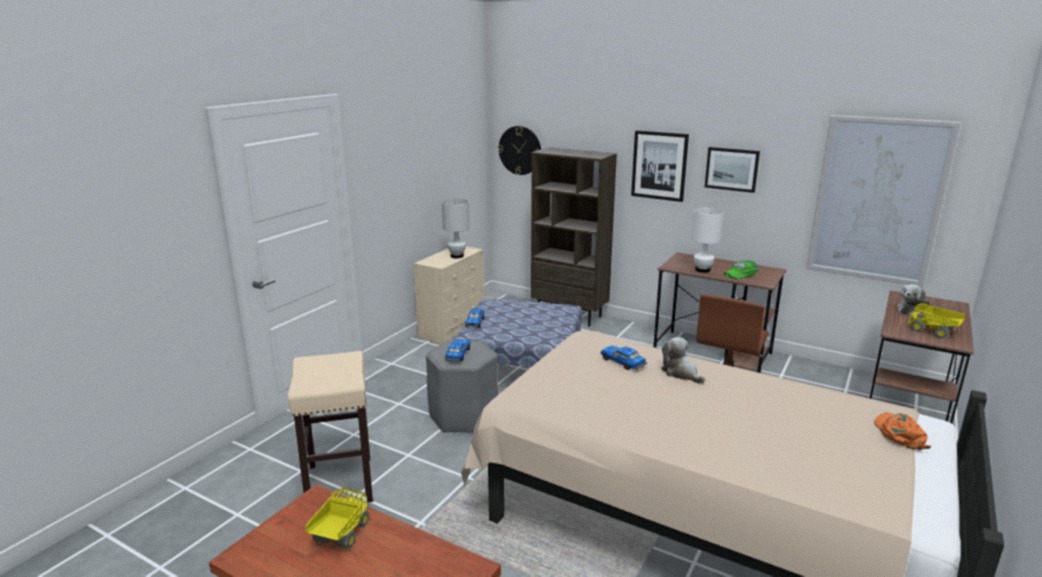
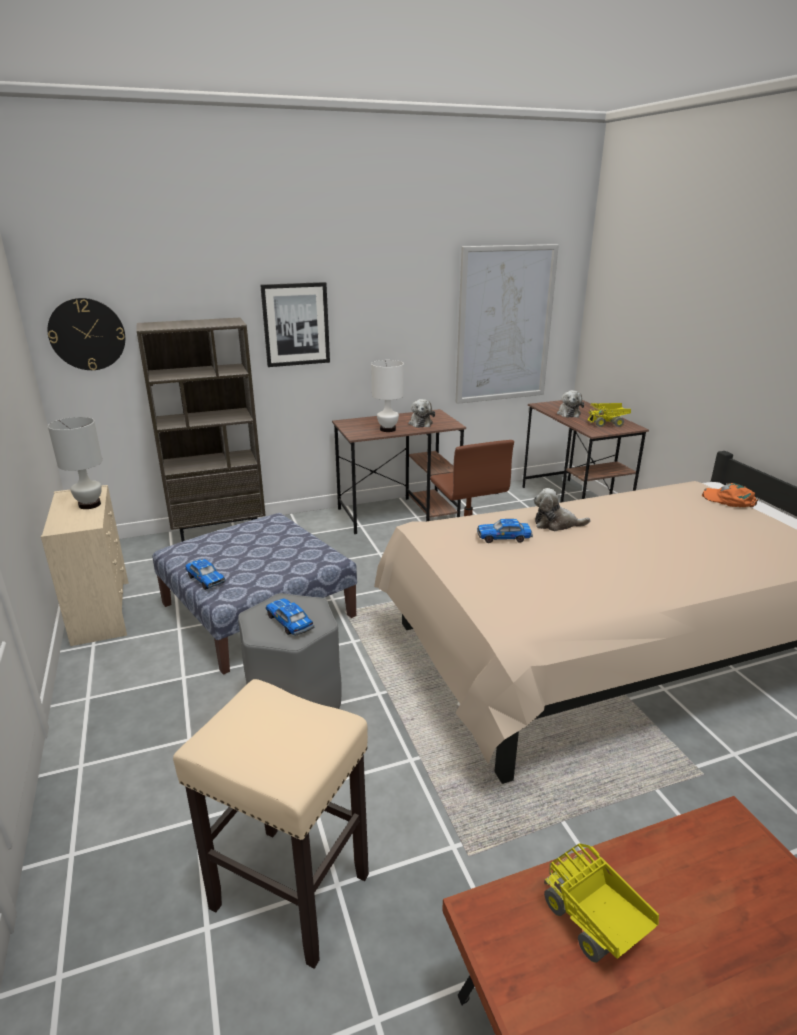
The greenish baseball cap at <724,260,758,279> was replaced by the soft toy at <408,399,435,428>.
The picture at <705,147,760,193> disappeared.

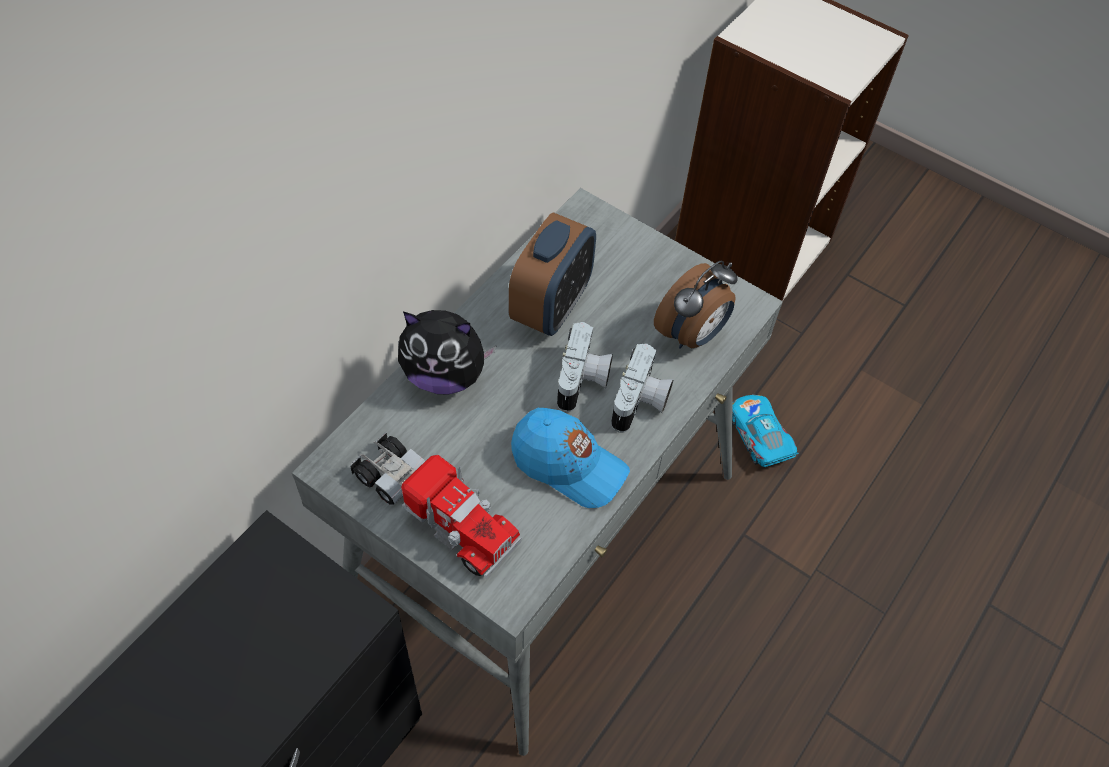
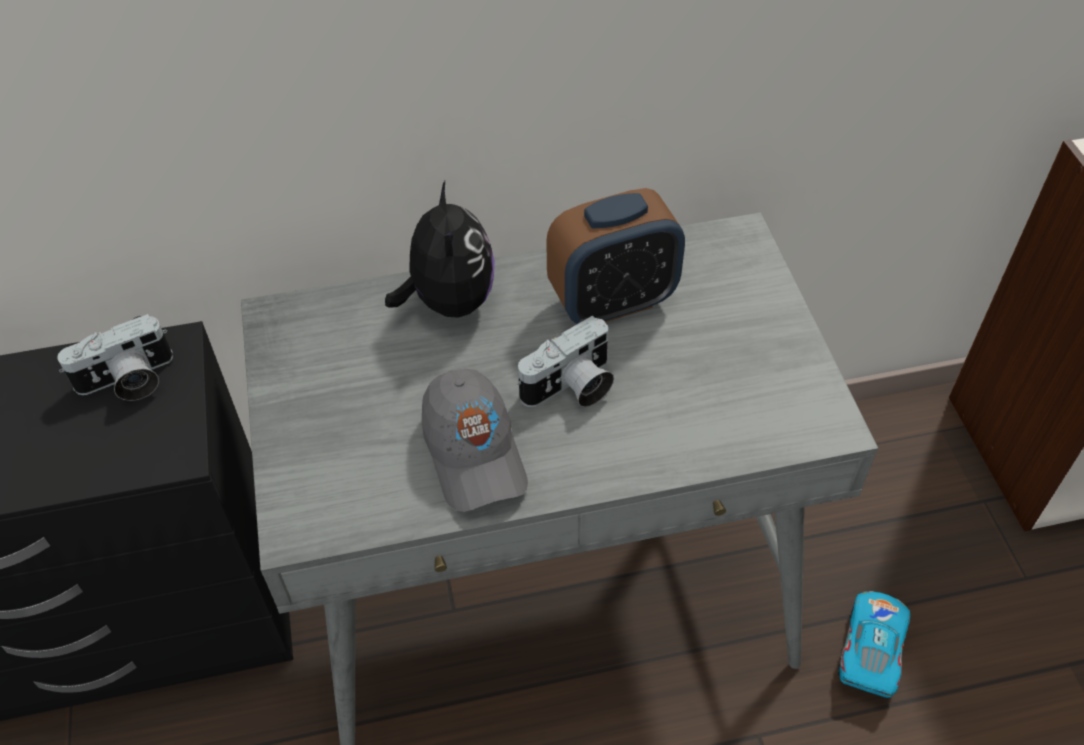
The still camera moved from <611,343,673,433> to <57,314,173,401>.
The soft toy at <398,310,497,395> turned 150 degrees counterclockwise.
The blue baseball cap at <511,408,630,508> became the greyish baseball cap at <422,369,528,512>.
The toy truck at <349,431,522,579> disappeared.
The table clock at <654,260,738,349> disappeared.

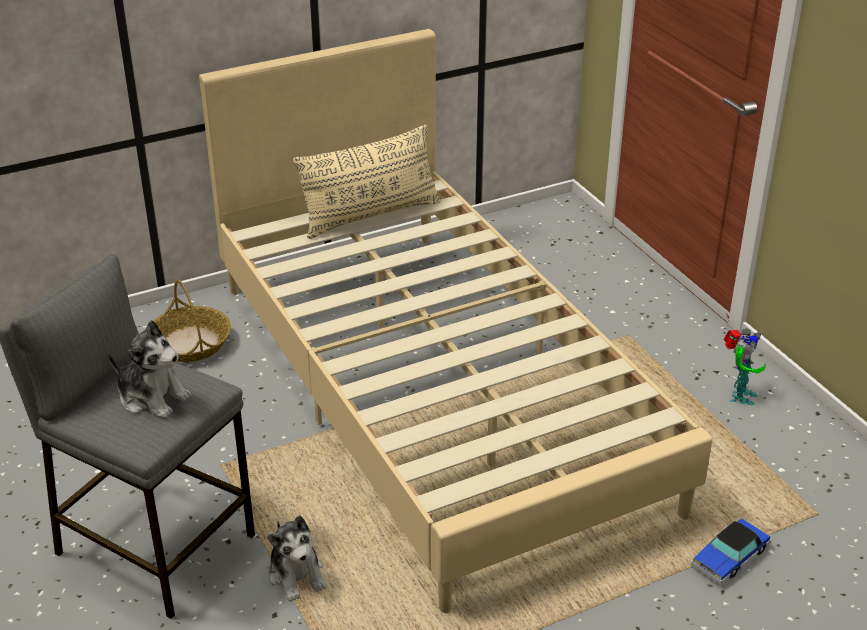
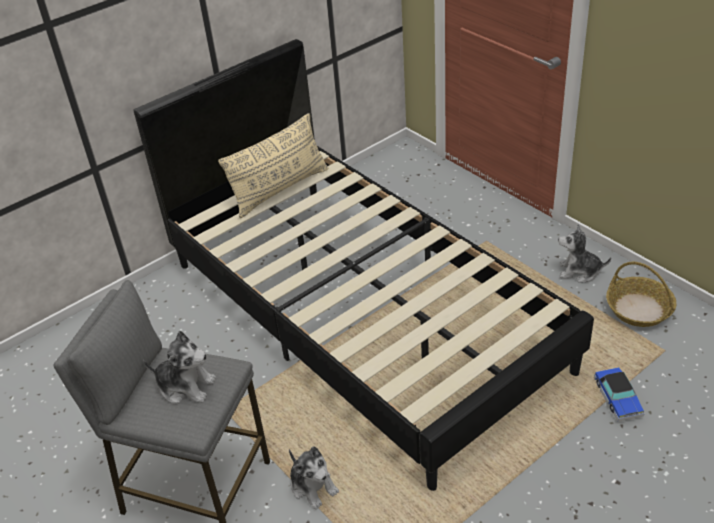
The sand-coloured bed at <199,29,712,613> became the black-coloured bed at <134,39,594,491>.
The toy robot at <724,328,766,406> was replaced by the soft toy at <558,224,611,283>.
The toy car at <691,519,771,586> turned 45 degrees counterclockwise.
The household basket moved from <154,280,231,362> to <606,262,677,327>.

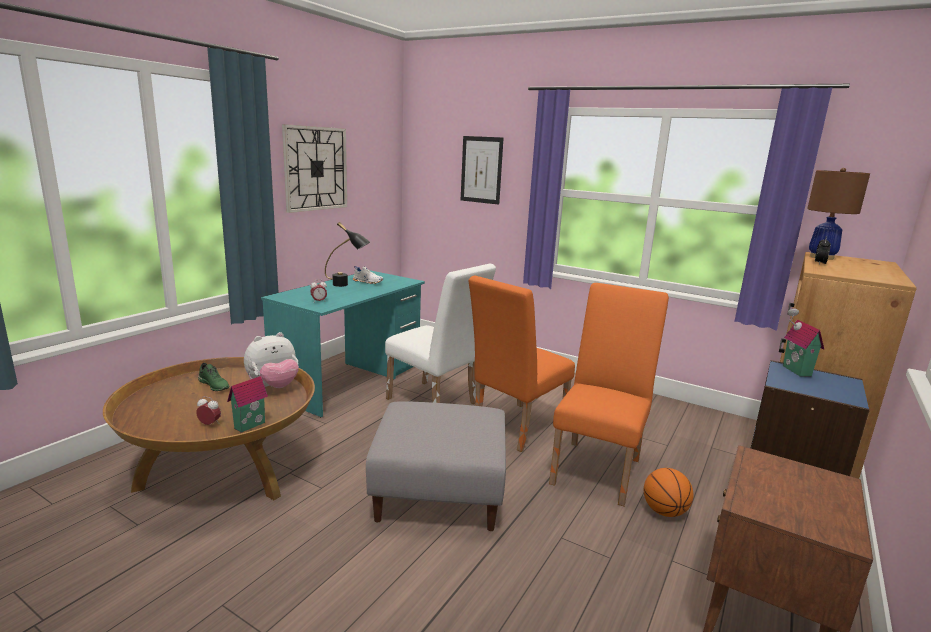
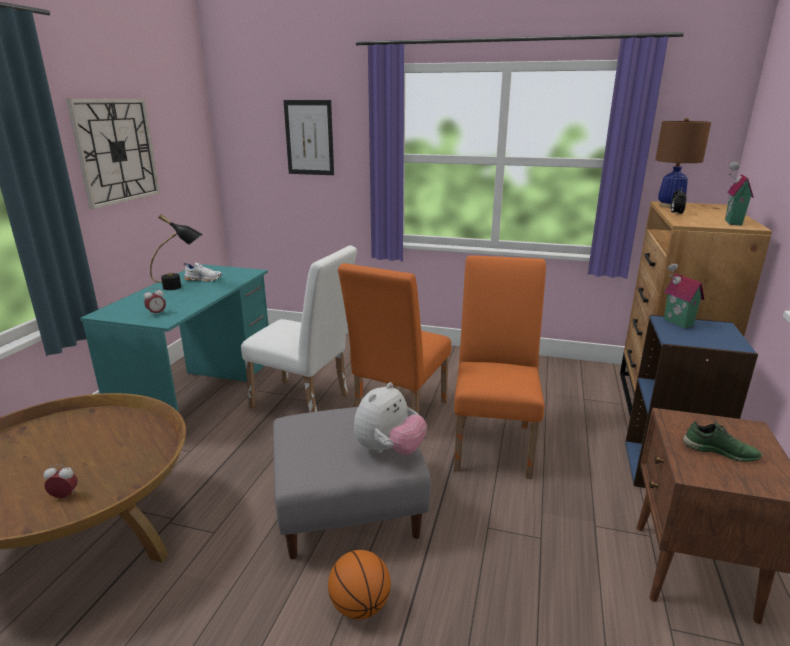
The basketball moved from <644,468,694,517> to <328,550,391,619>.
The soft toy moved from <244,332,299,388> to <354,382,427,455>.
The greenish shoe moved from <198,363,229,391> to <683,421,762,462>.
The model house moved from <227,363,268,433> to <725,162,754,226>.

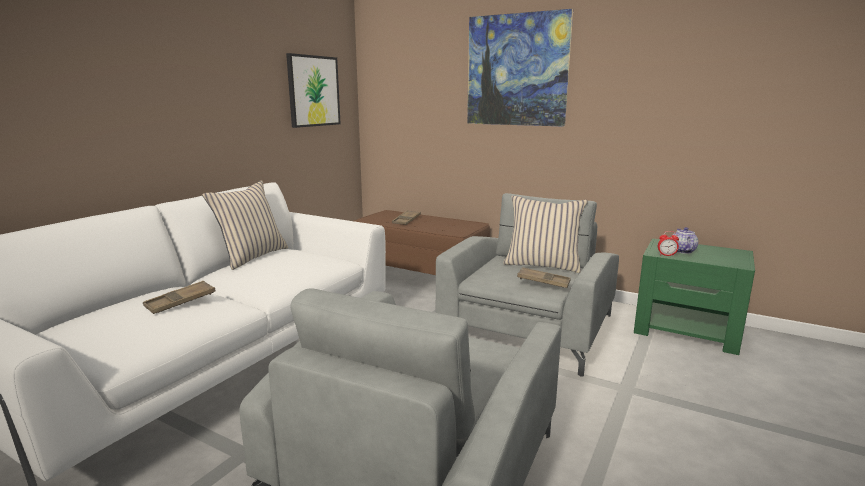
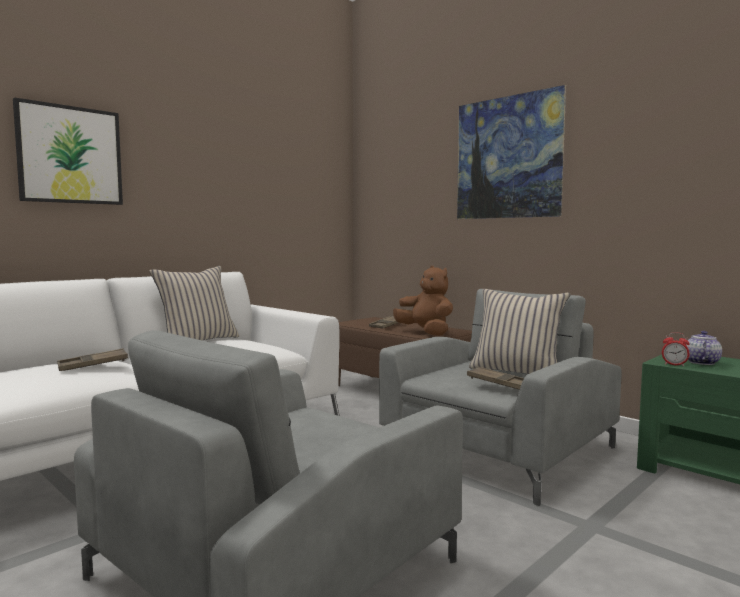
The picture moved from <286,53,341,128> to <13,97,123,205>.
The brown-coloured soft toy at <393,266,453,336> appeared.

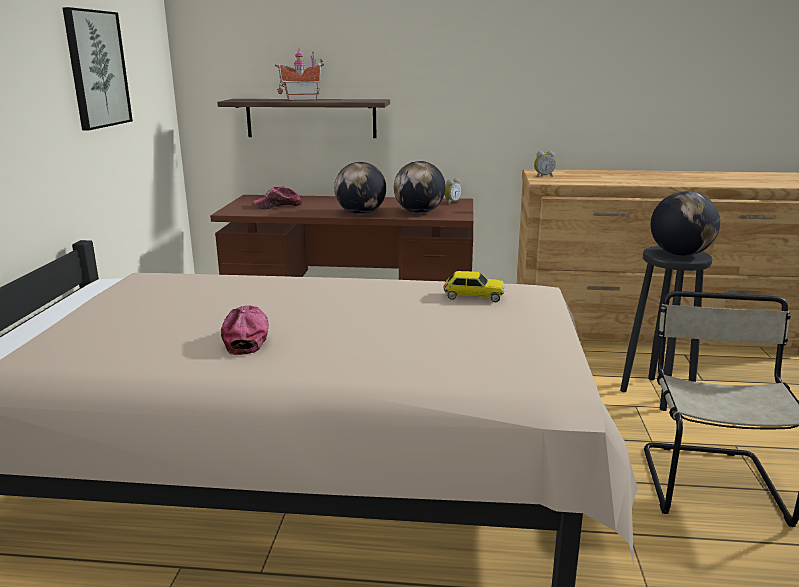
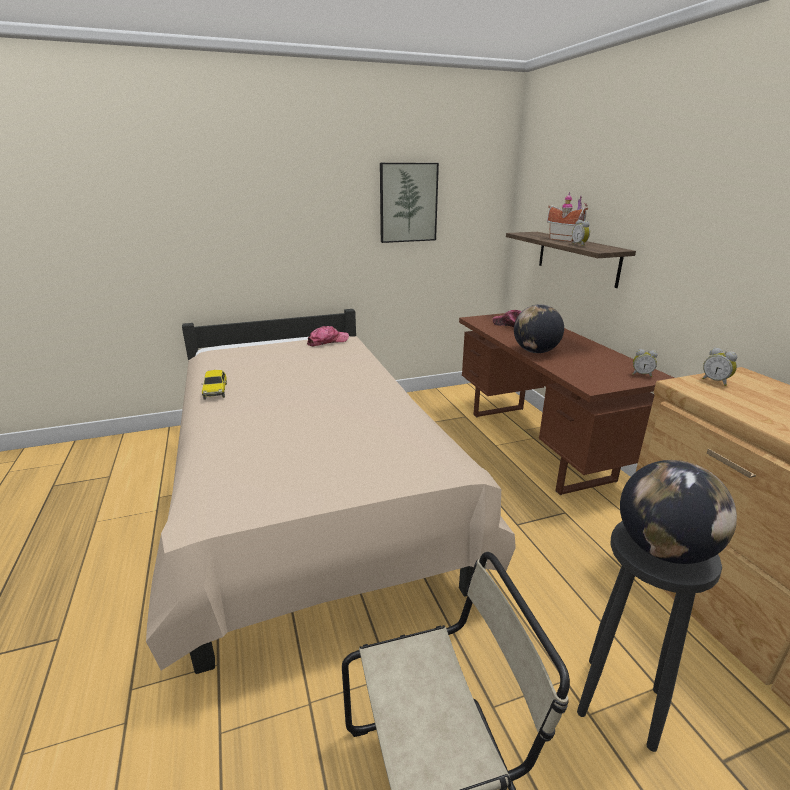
The toy car moved from <443,271,505,302> to <202,370,227,400>.
The baseball cap moved from <221,305,269,355> to <307,326,349,346>.
The table clock at <572,220,590,247> appeared.
The desk globe at <394,161,446,213> disappeared.

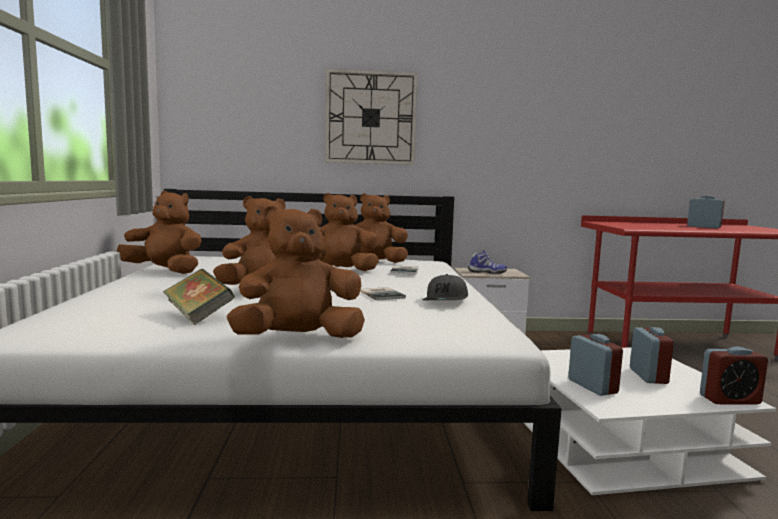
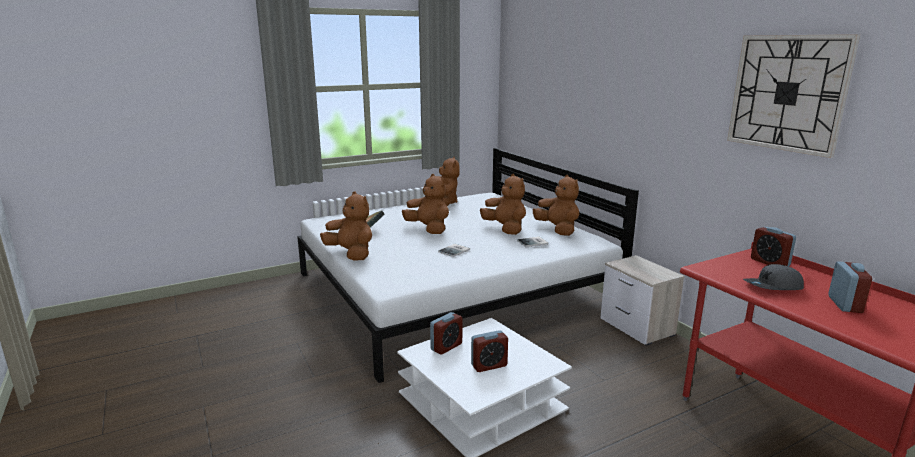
The hanging clock moved from <325,69,417,165> to <727,34,860,158>.
The greyish baseball cap moved from <423,274,468,300> to <743,264,804,290>.
The table clock moved from <700,346,768,404> to <751,227,796,266>.
The shoe at <468,250,507,274> disappeared.

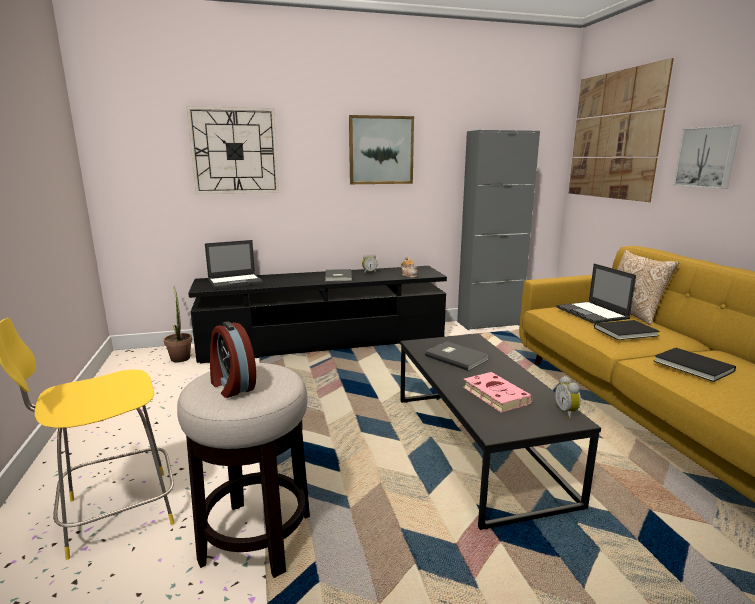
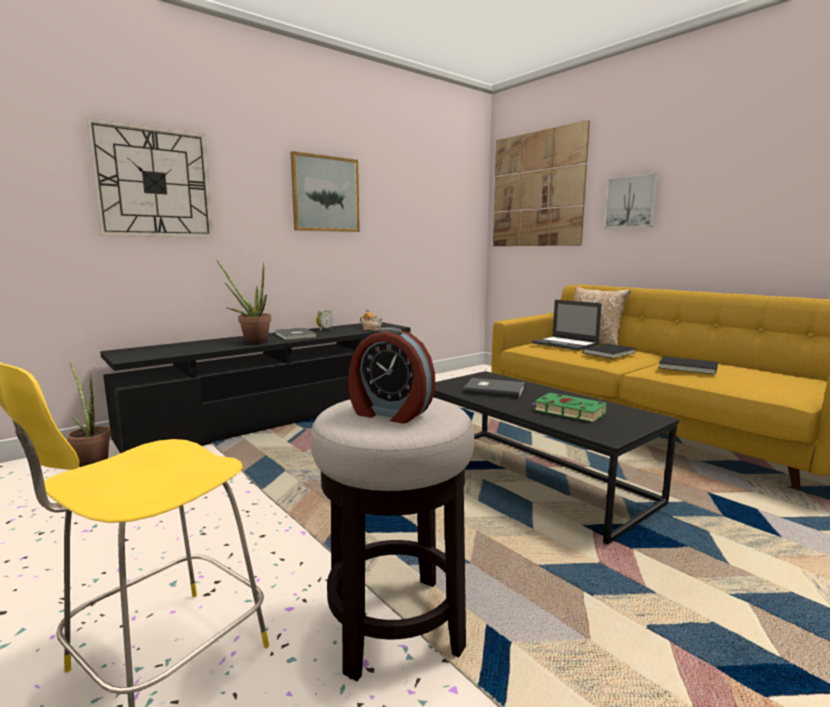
The houseplant at <216,259,271,344> appeared.
The pinkish book at <463,372,533,413> became the greenish book at <533,393,607,423>.
The notebook computer at <205,240,264,289> disappeared.
The greyish cupboard at <457,130,540,330> disappeared.
The table clock at <555,376,581,418> disappeared.

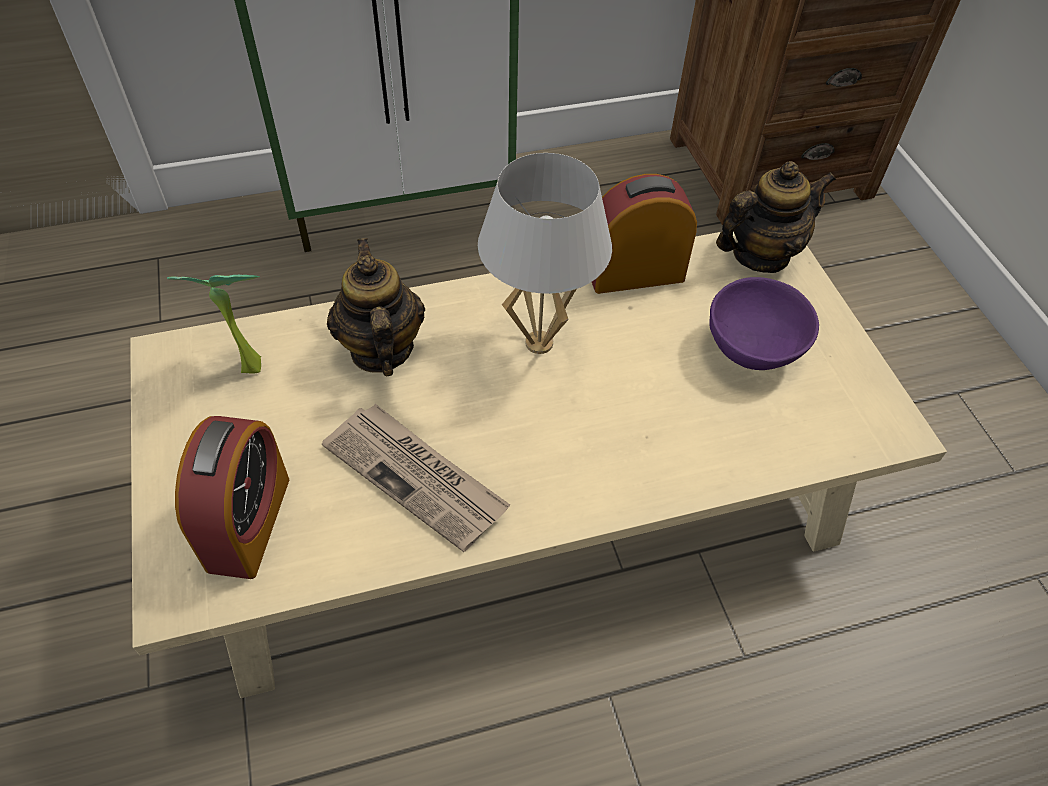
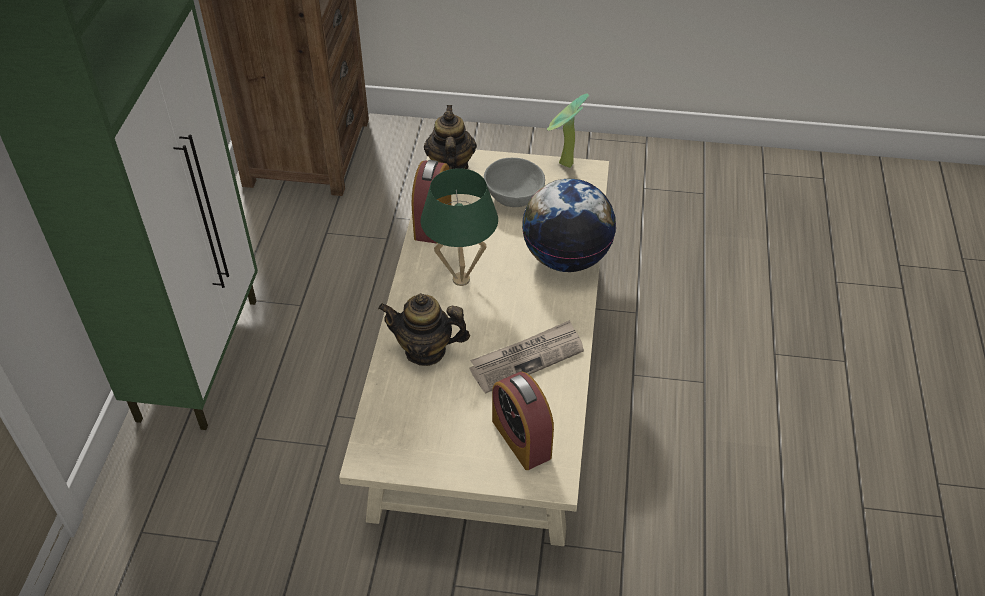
The white-coloured tabletop lamp at <478,153,612,354> became the greenish tabletop lamp at <421,168,498,286>.
The purple-coloured bowl at <710,277,819,370> became the greyish bowl at <484,158,545,207>.
The table clock at <175,416,289,579> turned 150 degrees counterclockwise.
The desk globe at <522,179,616,272> appeared.
The houseplant moved from <167,275,261,373> to <547,94,589,168>.

